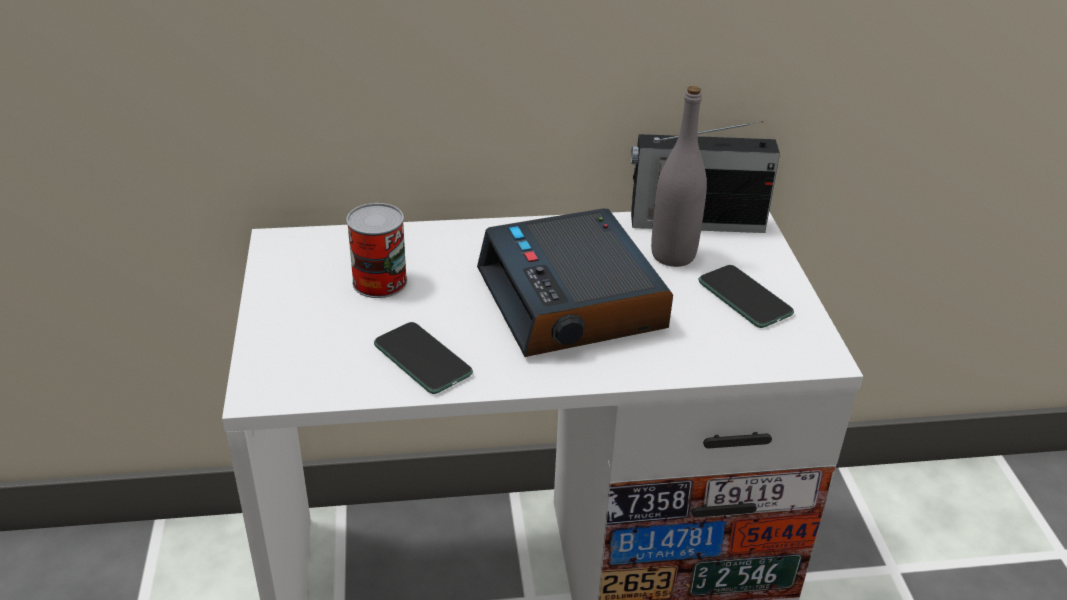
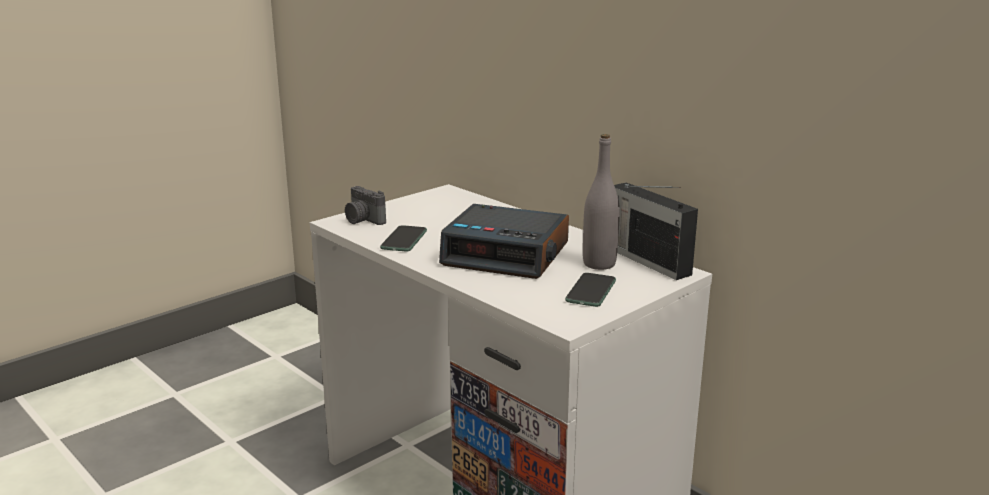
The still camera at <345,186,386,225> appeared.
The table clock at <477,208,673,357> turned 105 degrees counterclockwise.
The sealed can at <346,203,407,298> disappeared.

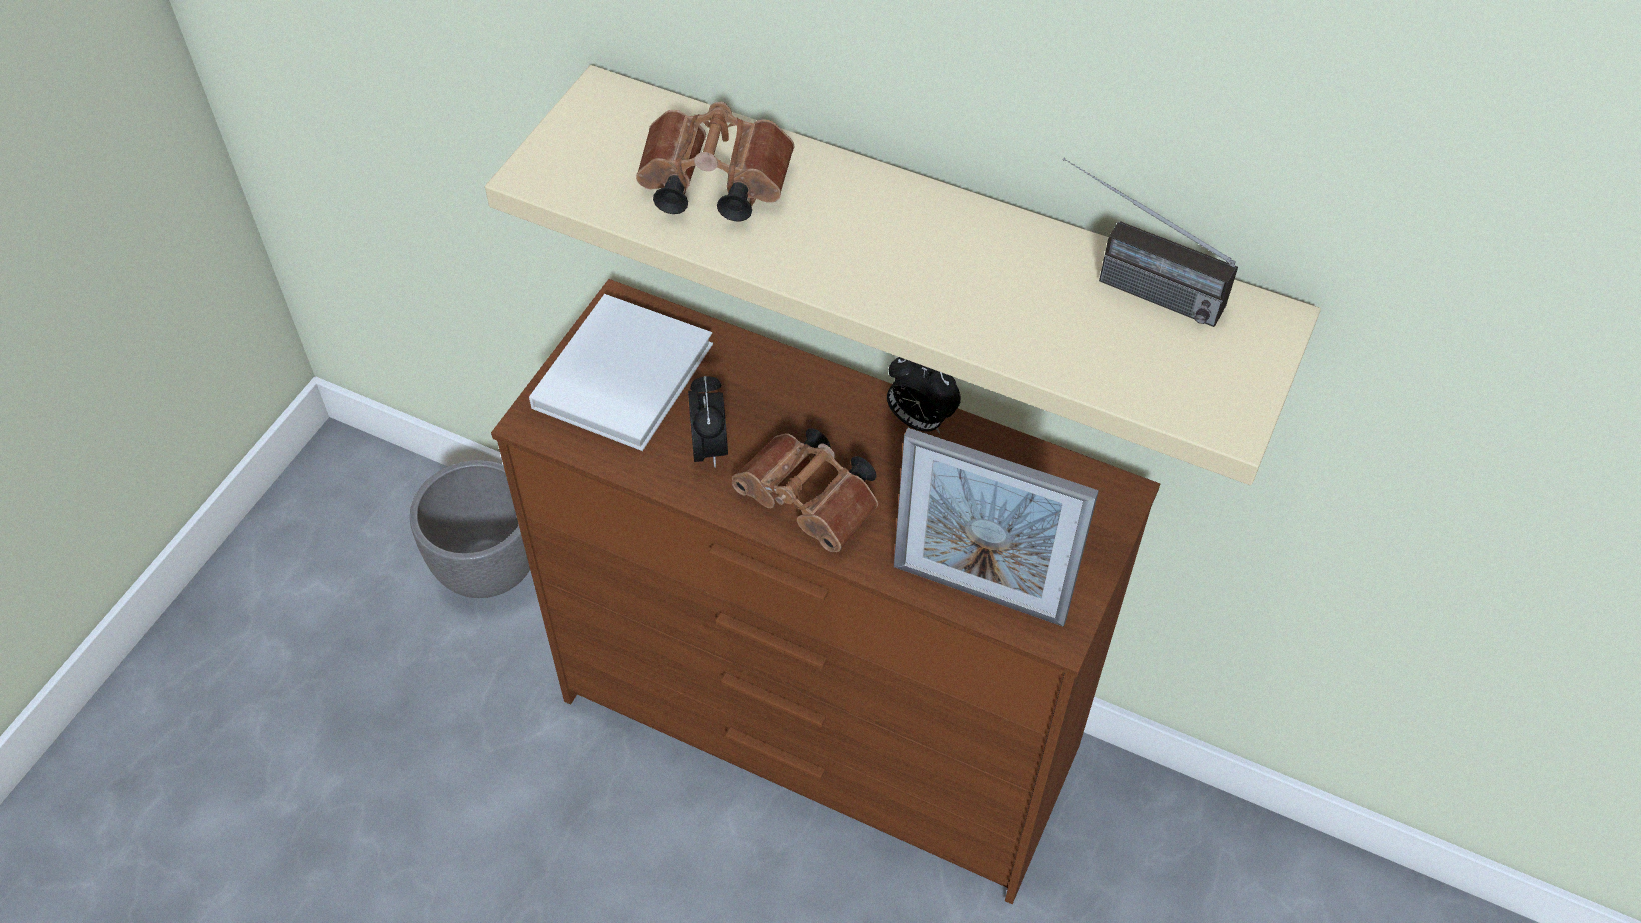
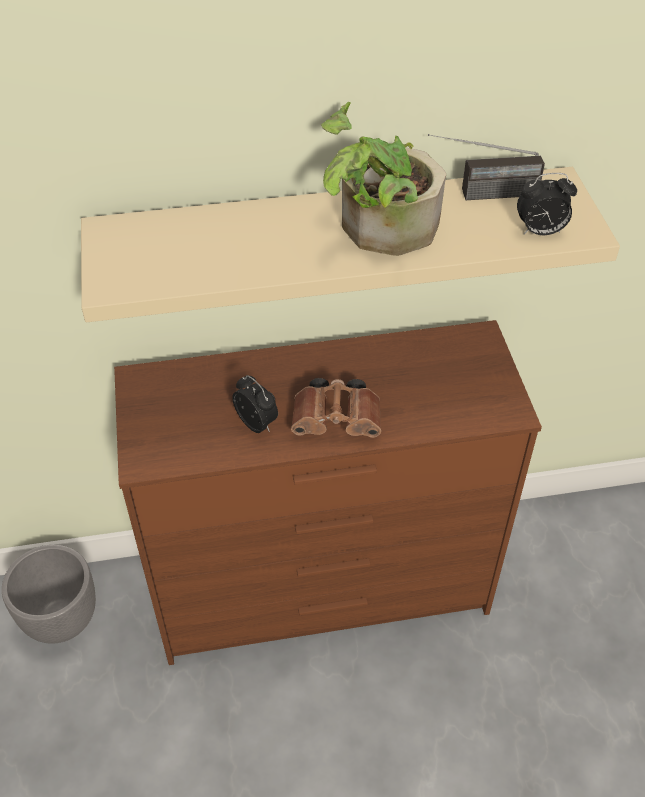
The houseplant at <321,102,446,256> appeared.
The table clock moved from <887,357,961,434> to <517,173,577,235>.
The white-coloured book at <529,294,713,451> disappeared.
The brown-coloured binoculars at <636,101,795,221> disappeared.
The picture frame at <894,428,1099,627> disappeared.

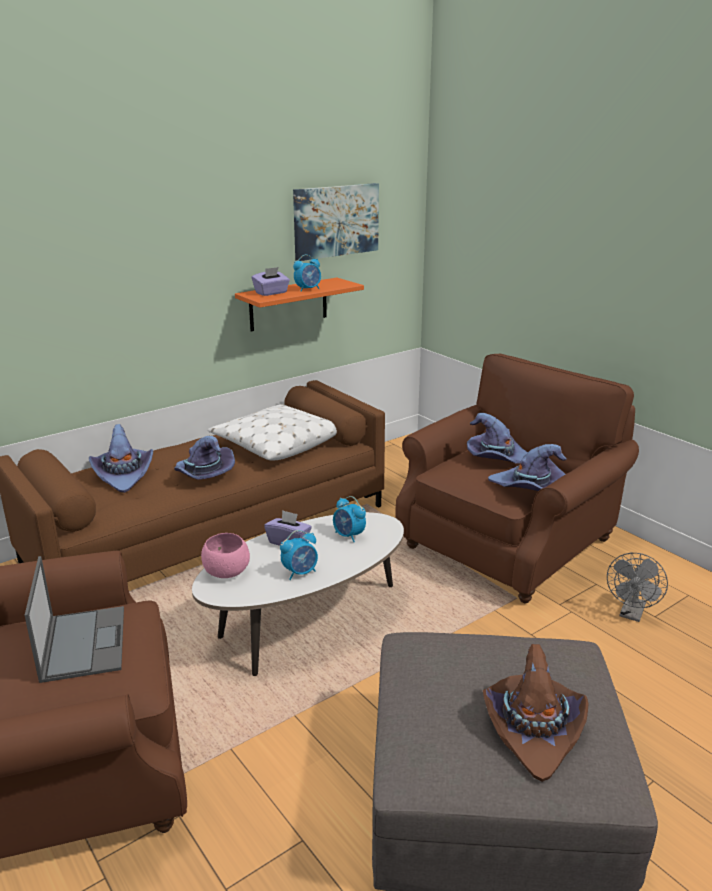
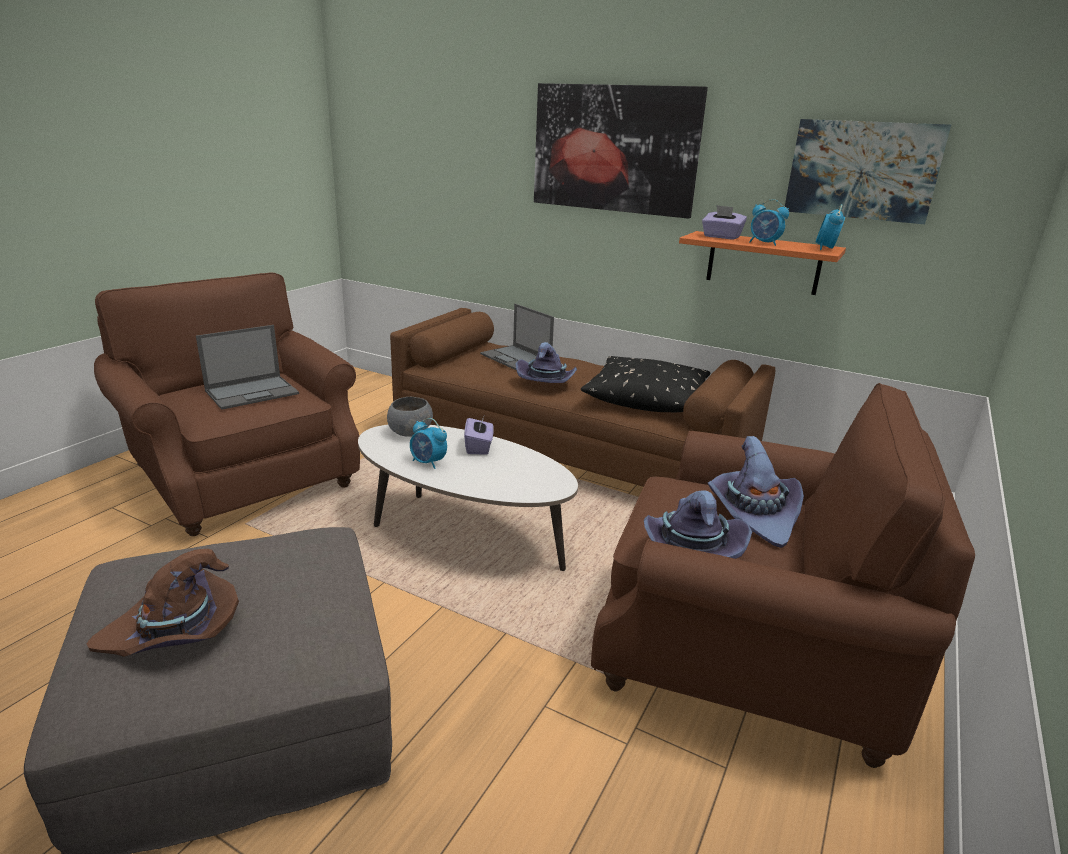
The pinkish bowl at <201,533,250,578> became the greyish bowl at <387,397,433,437>.
The purple-coloured wearable hat at <89,424,153,493> was replaced by the notebook computer at <480,304,554,370>.
The picture at <534,83,708,219> appeared.
The white-coloured throw pillow at <207,404,337,461> became the black-coloured throw pillow at <581,356,710,412>.
The table clock moved from <333,496,366,542> to <816,204,845,250>.
The greyish electric fan at <607,553,668,622> disappeared.

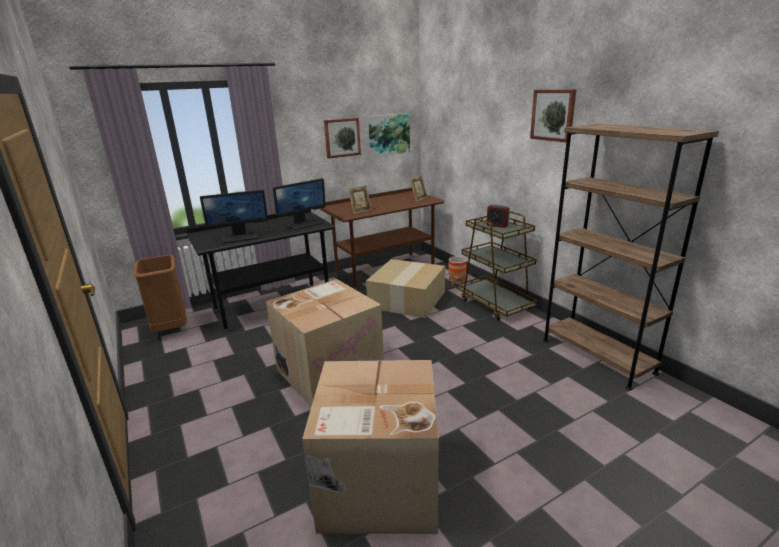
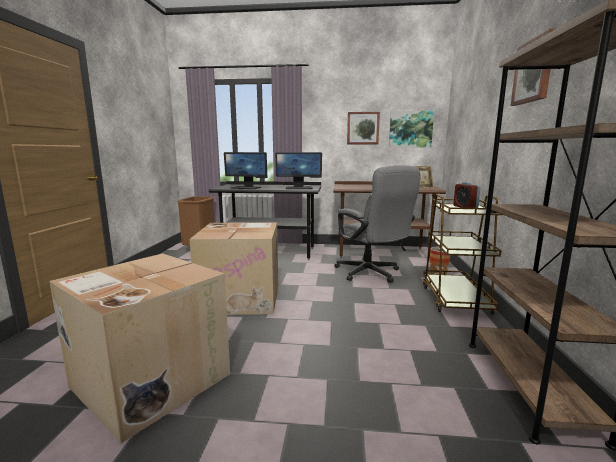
The carton at <366,259,445,318> was replaced by the greyish office chair at <334,165,421,283>.
The picture frame at <348,185,372,214> disappeared.

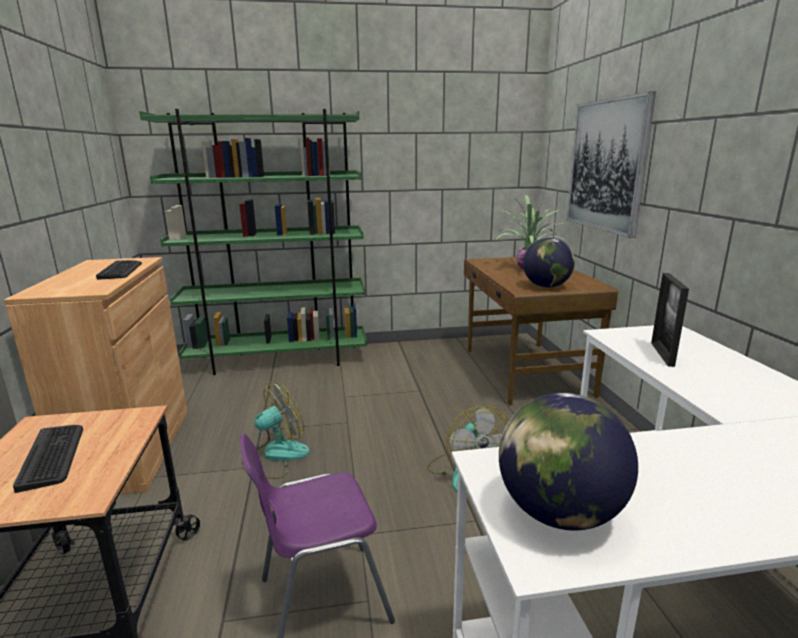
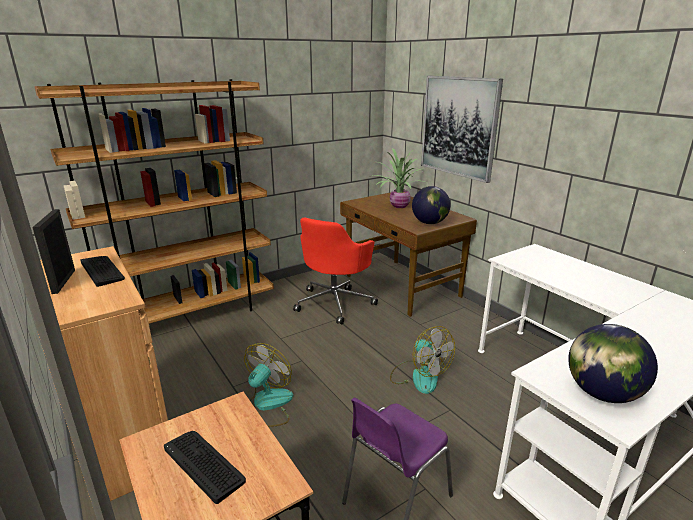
The picture frame moved from <651,273,689,367> to <32,209,75,294>.
The greenish bookshelf at <139,109,367,375> became the brown-coloured bookshelf at <34,79,274,324>.
The reddish office chair at <293,217,378,324> appeared.

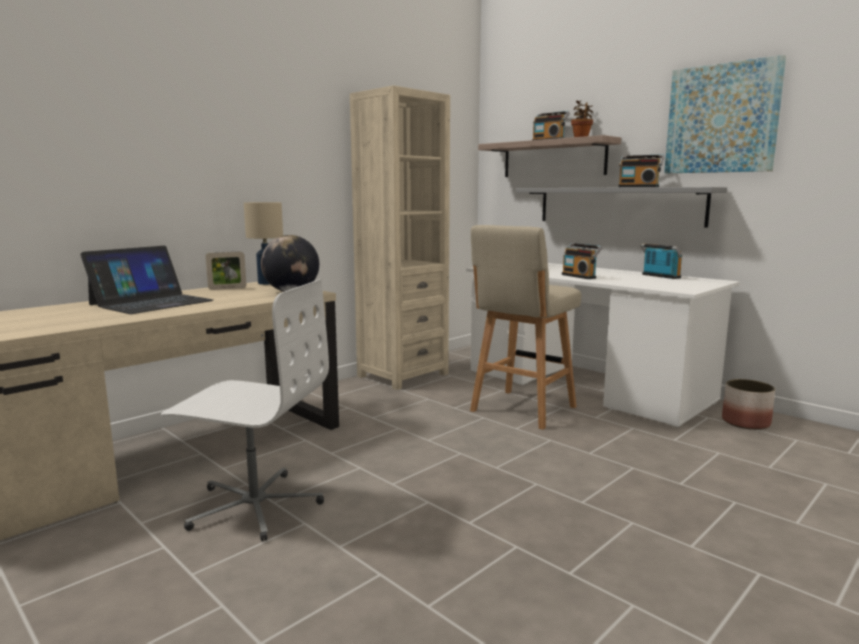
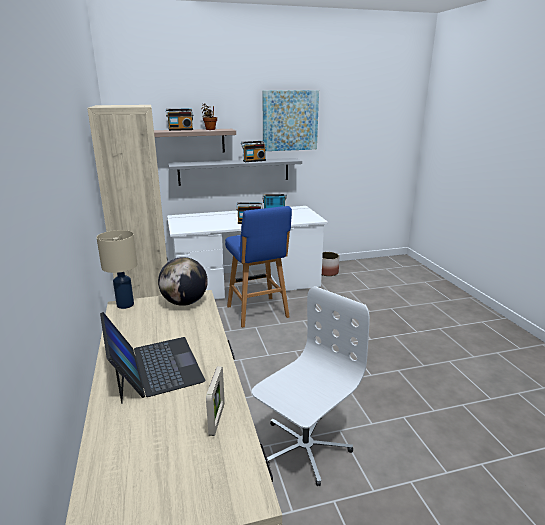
The picture frame moved from <205,252,246,290> to <206,366,225,436>.
The sand-coloured stool seat at <470,225,581,430> became the blue stool seat at <225,206,292,328>.

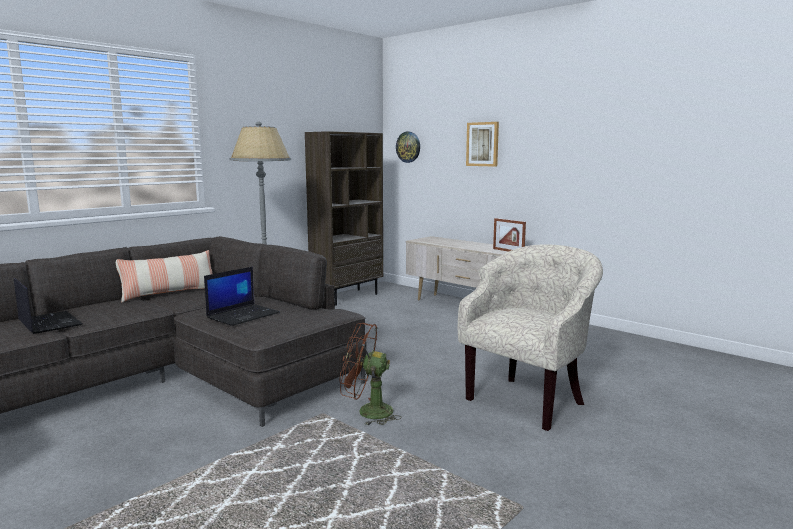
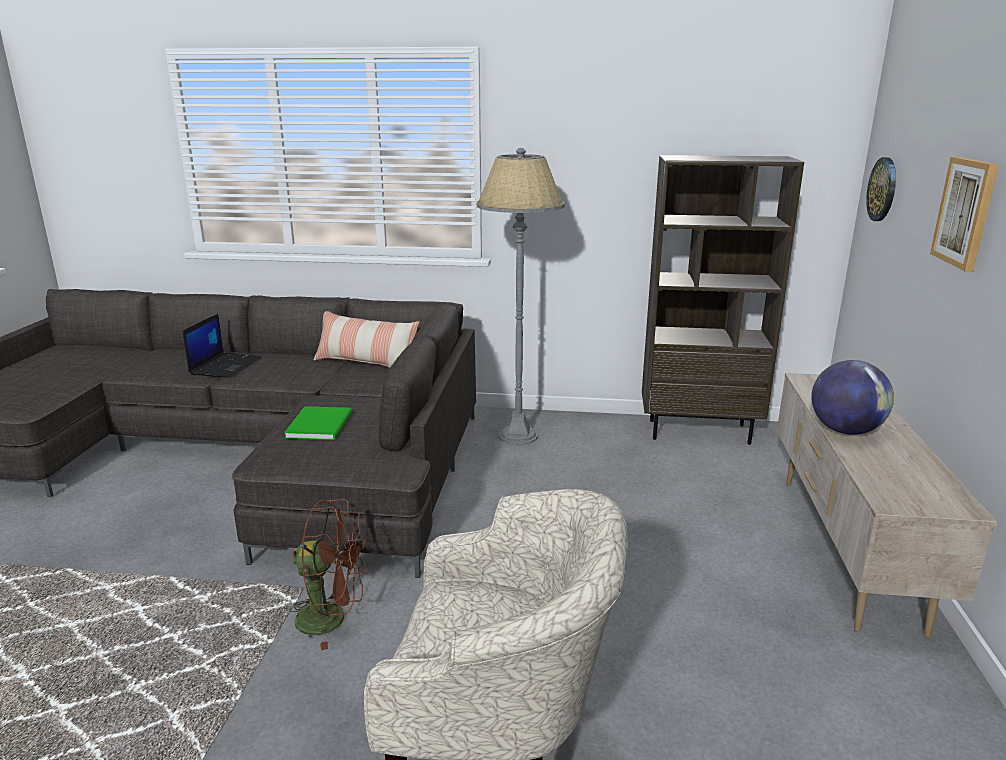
The notebook computer at <204,267,280,326> was replaced by the greenish book at <284,406,352,440>.
The brown-coloured electric fan at <340,323,402,426> turned 120 degrees clockwise.
The desk globe at <811,360,894,435> appeared.
The picture frame at <493,218,526,252> disappeared.

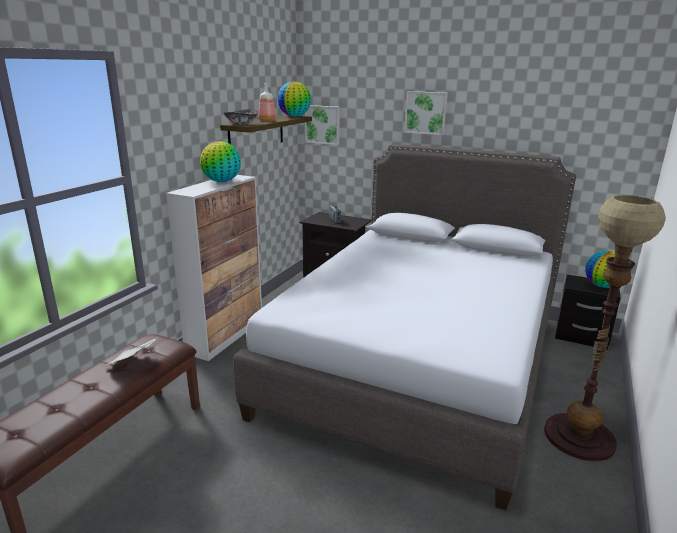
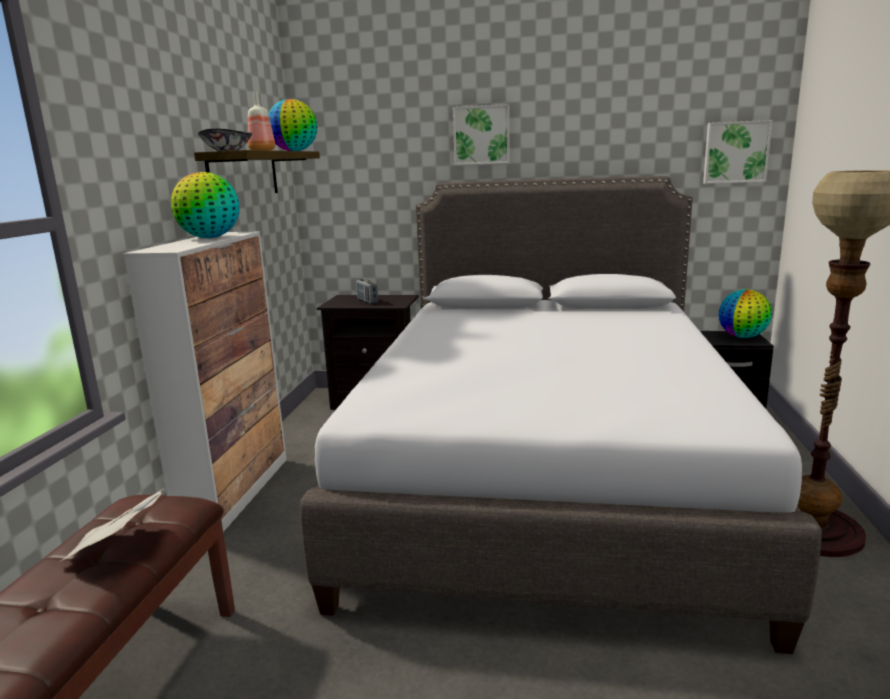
The picture moved from <305,105,340,145> to <703,120,773,184>.

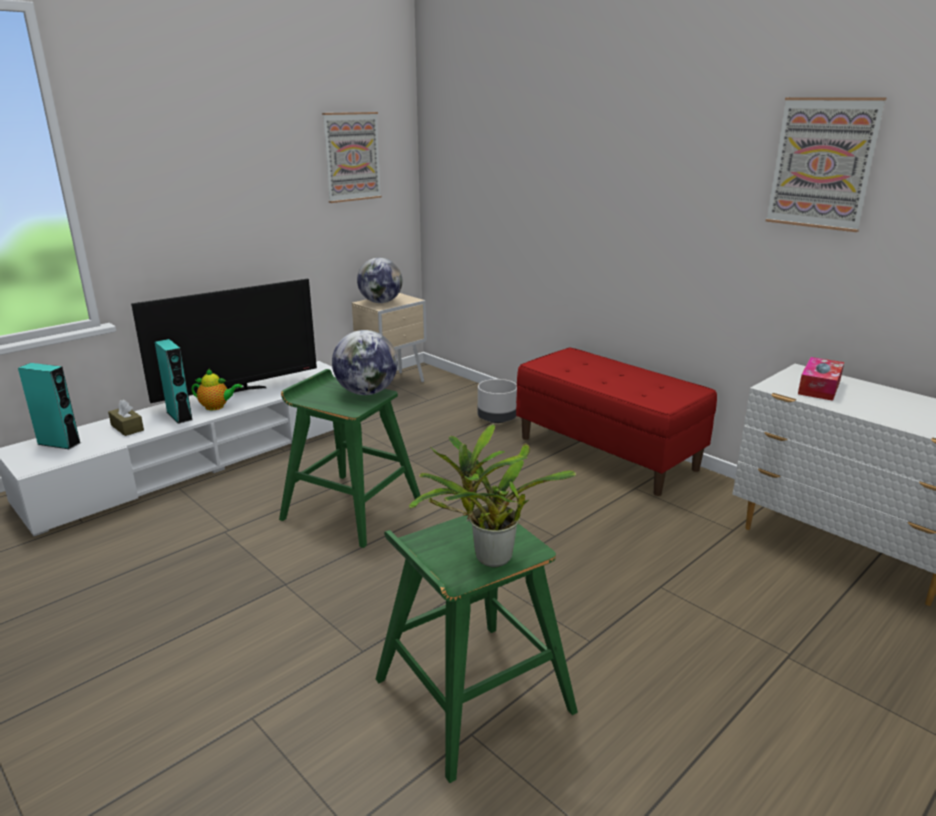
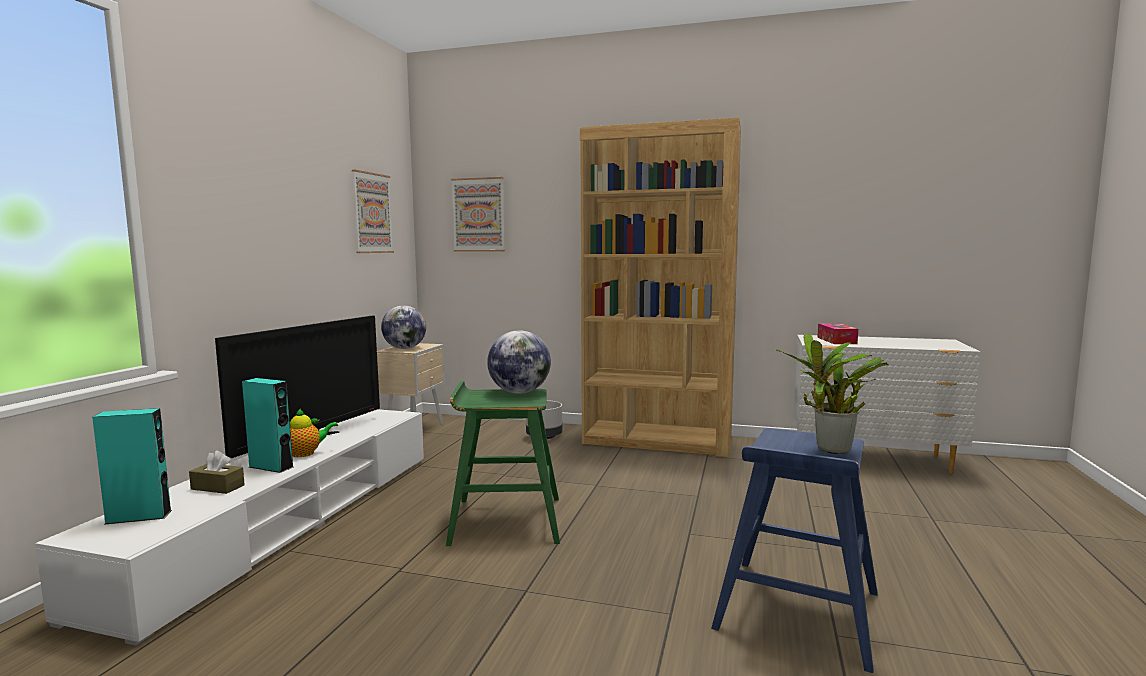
The picture moved from <765,97,886,232> to <451,177,505,252>.
The reddish bench at <516,348,717,496> was replaced by the brown-coloured bookshelf at <580,117,741,457>.
The greenish stool seat at <376,515,578,783> became the blue stool seat at <711,428,878,673>.

